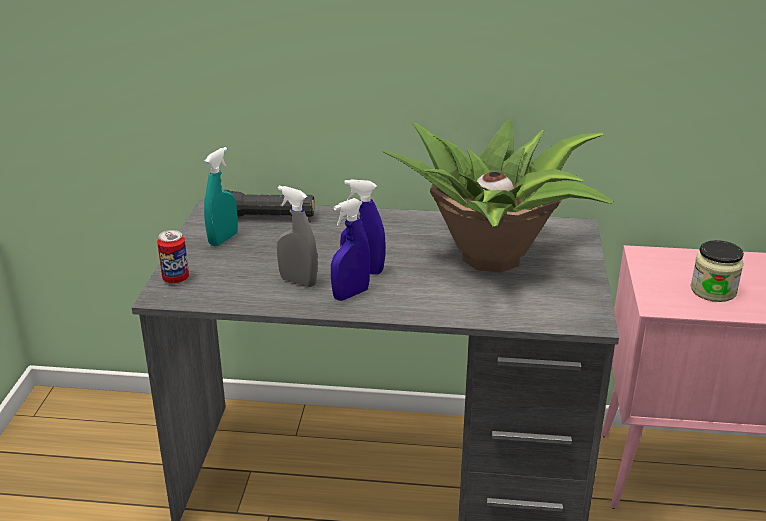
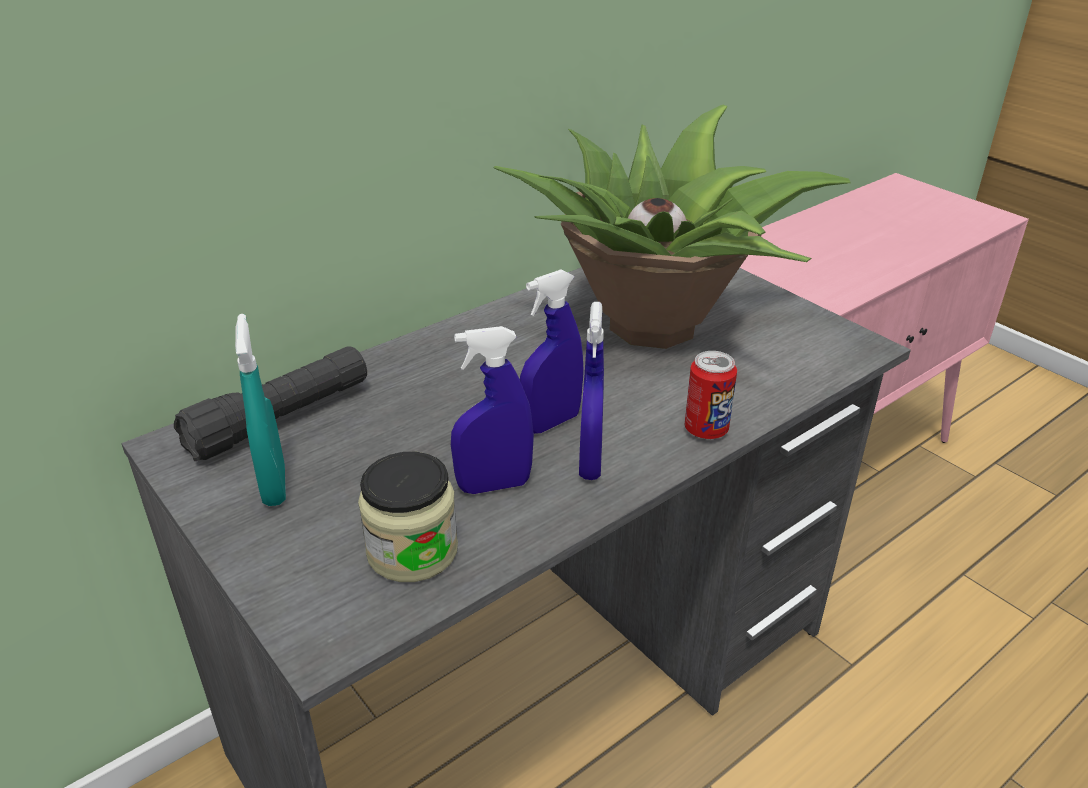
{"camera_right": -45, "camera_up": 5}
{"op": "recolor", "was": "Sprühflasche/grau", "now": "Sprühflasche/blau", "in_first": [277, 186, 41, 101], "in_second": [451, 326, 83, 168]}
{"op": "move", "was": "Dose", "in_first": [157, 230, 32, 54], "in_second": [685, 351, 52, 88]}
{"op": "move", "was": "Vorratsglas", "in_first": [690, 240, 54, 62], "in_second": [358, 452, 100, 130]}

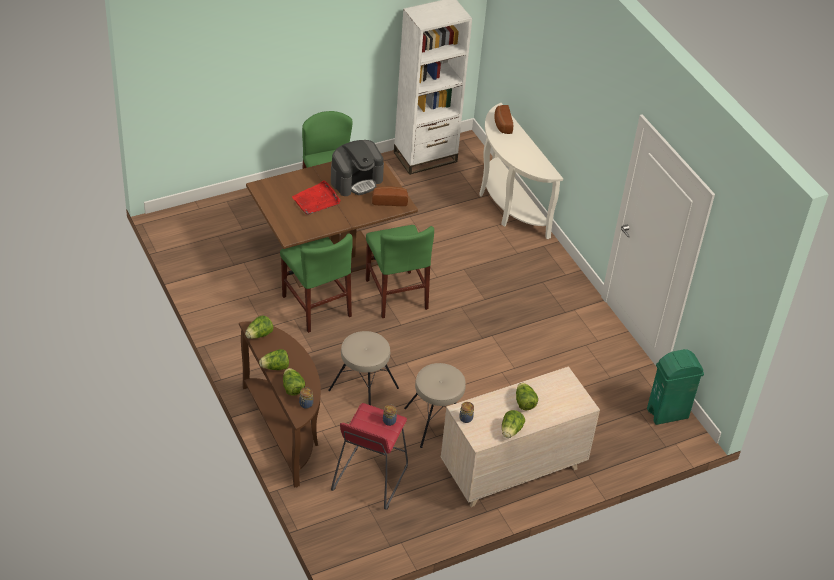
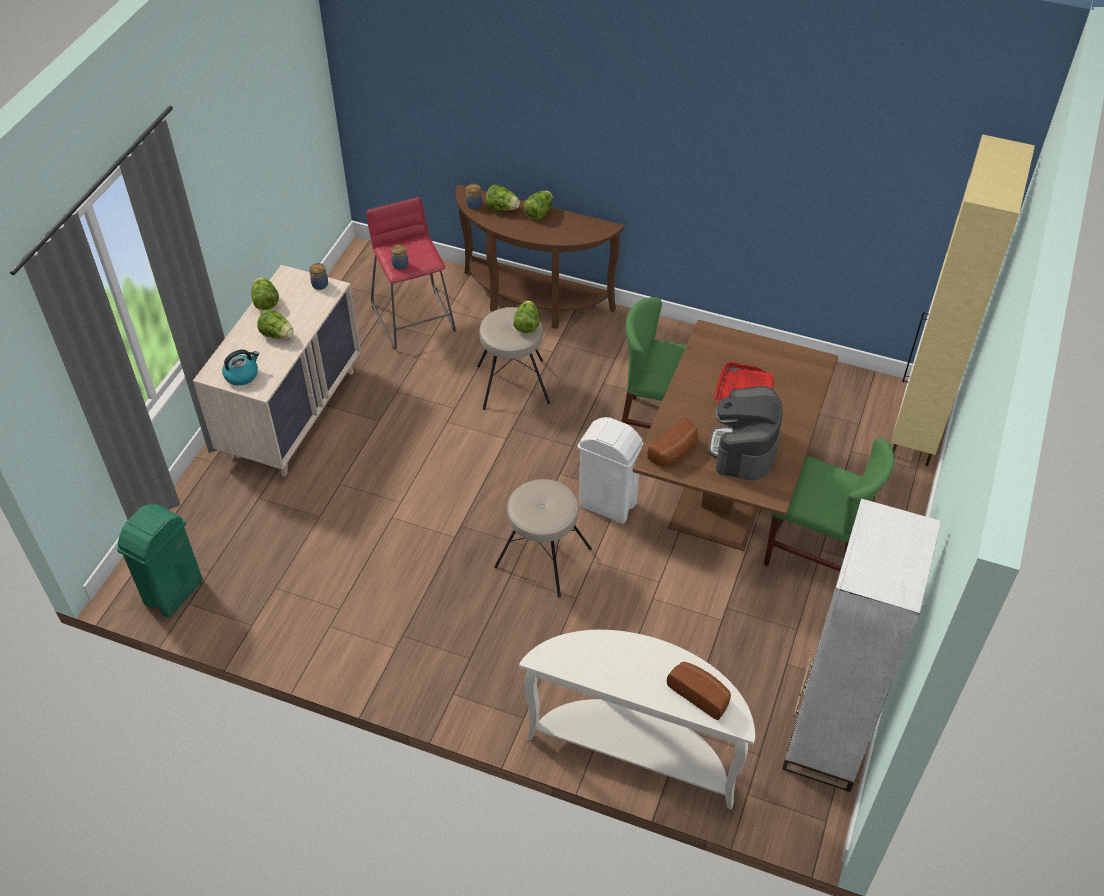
{"camera_right": 140, "camera_up": 5}
{"op": "replace", "was": "Stuhl/grün", "now": "Mülleimer/weiß", "in_first": [366, 225, 68, 93], "in_second": [577, 417, 66, 107]}
{"op": "move", "was": "Salatkopf", "in_first": [245, 315, 28, 24], "in_second": [513, 301, 27, 32]}
{"op": "move", "was": "Hocker/beige", "in_first": [404, 363, 62, 85], "in_second": [494, 479, 98, 118]}
{"op": "insert", "now": "Schrank/beige", "in_second": [891, 134, 144, 332]}
{"op": "insert", "now": "Wasserkessel", "in_second": [222, 349, 37, 37]}

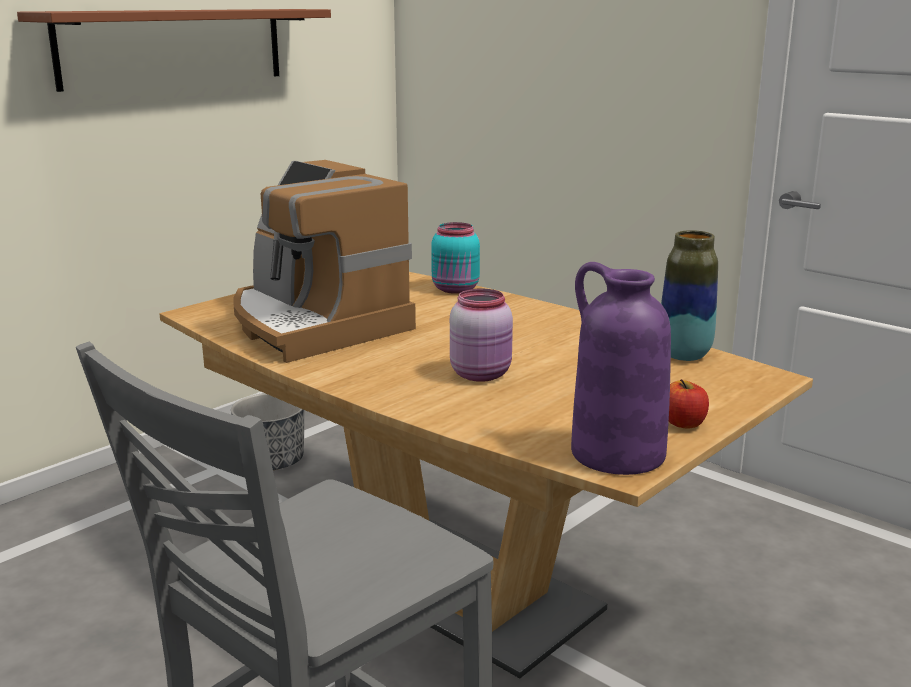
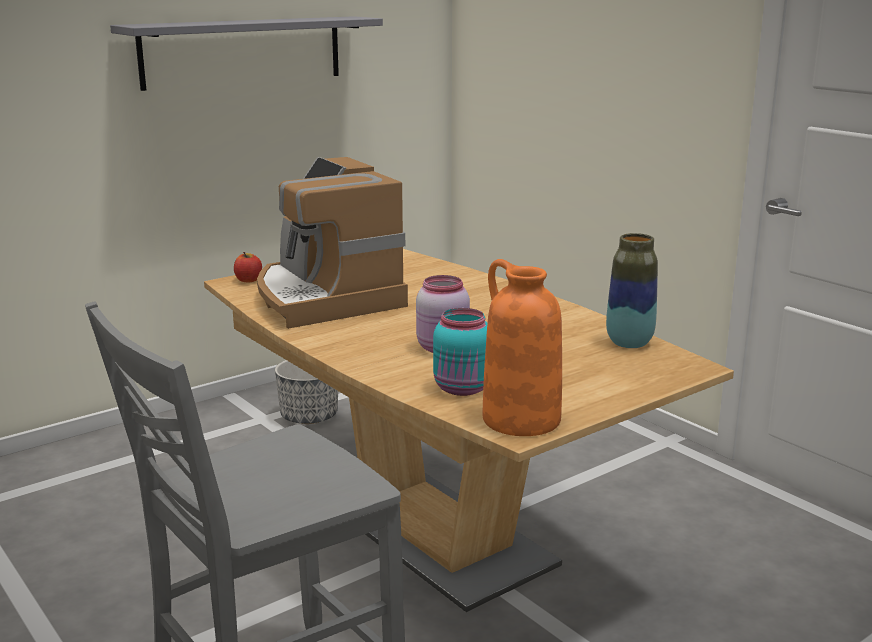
{"camera_right": 10, "camera_up": 0}
{"op": "recolor", "was": "Wandregal/braun", "now": "Wandregal/grau", "in_first": [17, 9, 314, 83], "in_second": [110, 16, 273, 75]}
{"op": "move", "was": "Vorratsglas/türkis", "in_first": [431, 222, 49, 72], "in_second": [433, 308, 54, 88]}
{"op": "recolor", "was": "Vase/lila", "now": "Vase/orange", "in_first": [571, 262, 100, 213], "in_second": [482, 259, 80, 177]}
{"op": "move", "was": "Apfel", "in_first": [669, 379, 40, 49], "in_second": [234, 252, 28, 30]}

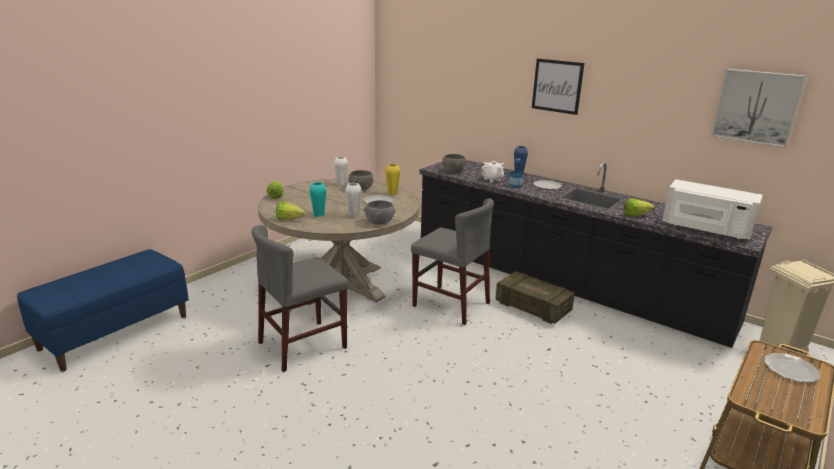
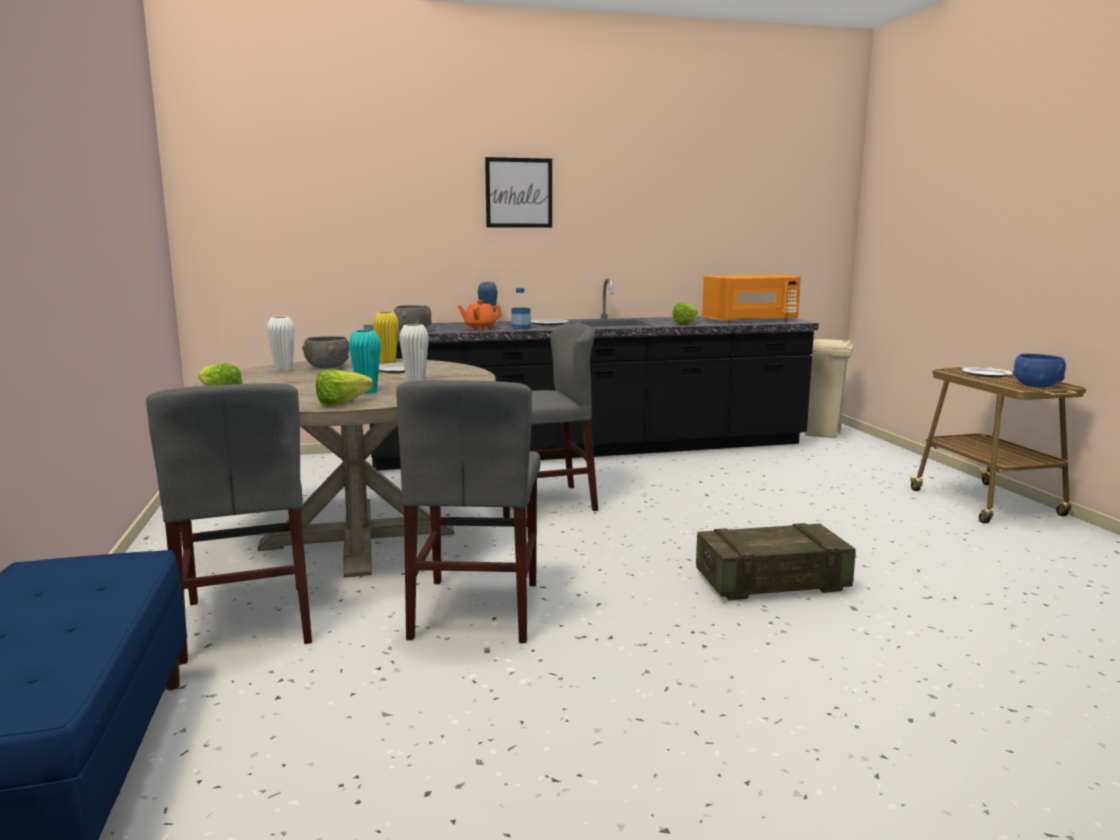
{"camera_right": -50, "camera_up": -10}
{"op": "delete", "was": "Bild", "in_first": [711, 69, 95, 79]}
{"op": "recolor", "was": "Teekanne/weiß", "now": "Teekanne/orange", "in_first": [482, 161, 23, 21], "in_second": [458, 300, 44, 30]}
{"op": "recolor", "was": "Mikrowelle/weiß", "now": "Mikrowelle/orange", "in_first": [662, 179, 101, 61], "in_second": [702, 275, 99, 48]}
{"op": "delete", "was": "Schüssel/grau", "in_first": [364, 200, 31, 24]}
{"op": "move", "was": "Kiste", "in_first": [496, 271, 79, 53], "in_second": [696, 523, 160, 77]}
{"op": "insert", "now": "Schüssel/blau", "in_second": [1013, 354, 53, 33]}
{"op": "insert", "now": "Stuhl/grau", "in_second": [146, 383, 166, 282]}

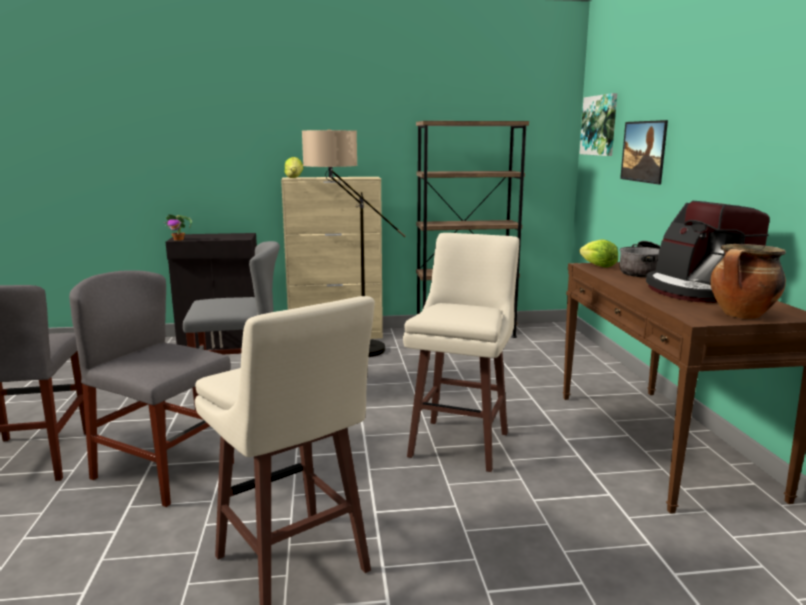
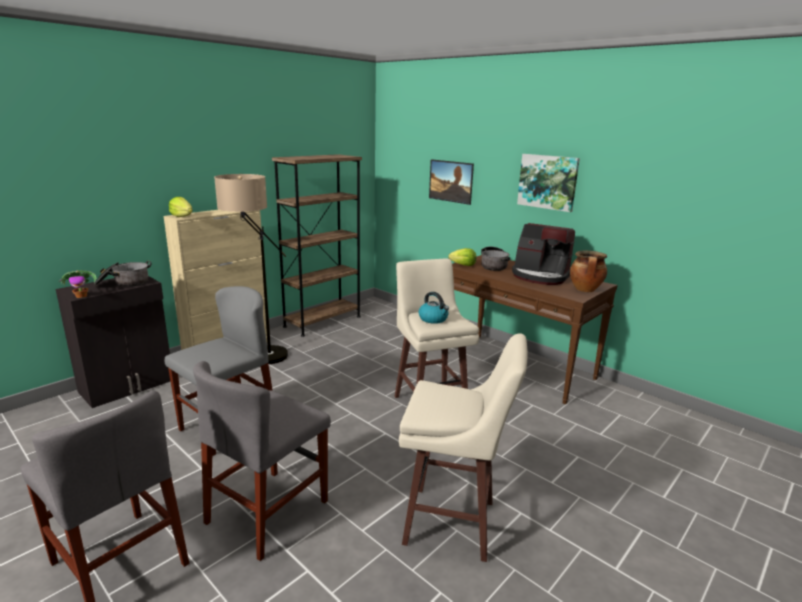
{"camera_right": -40, "camera_up": 5}
{"op": "move", "was": "Bild", "in_first": [580, 93, 37, 63], "in_second": [517, 154, 63, 58]}
{"op": "rotate", "was": "Stuhl/grau", "in_first": [69, 270, 165, 237], "in_second": [193, 361, 138, 200], "clockwise": -45}
{"op": "insert", "now": "Kochtopf", "in_second": [94, 261, 58, 26]}
{"op": "insert", "now": "Wasserkessel", "in_second": [419, 292, 30, 32]}

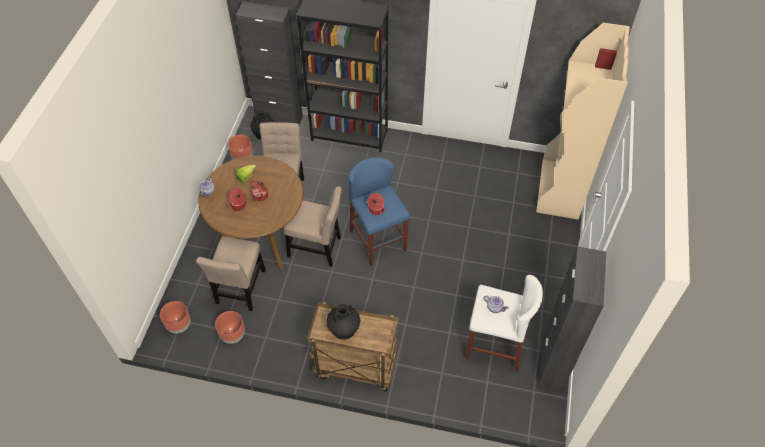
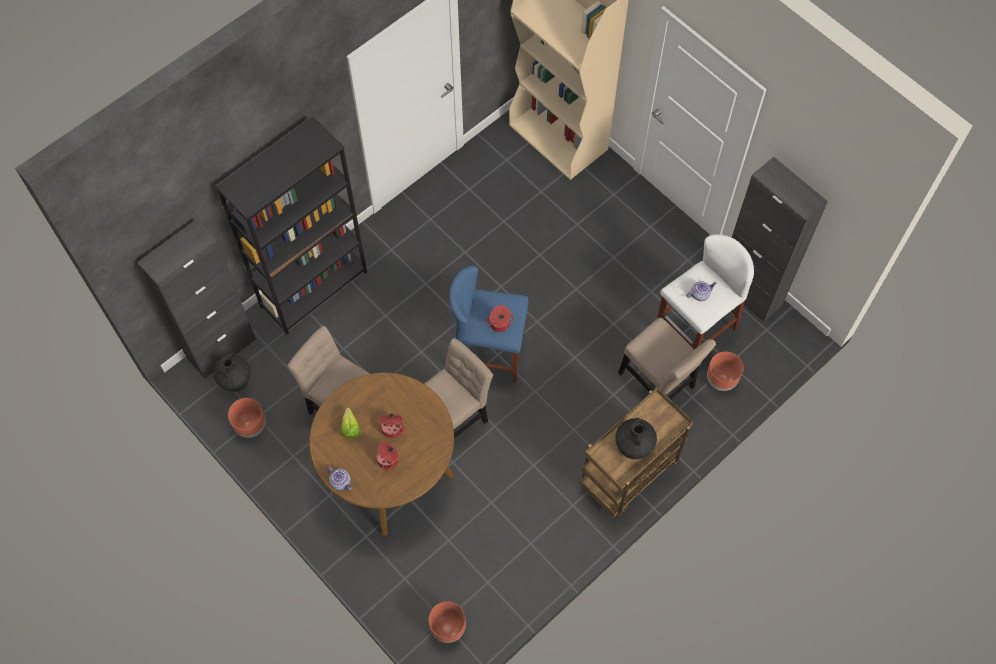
{"camera_right": -55, "camera_up": 10}
{"op": "move", "was": "Stuhl/beige", "in_first": [196, 236, 70, 75], "in_second": [618, 318, 98, 81]}
{"op": "move", "was": "Pflanzkübel/braun", "in_first": [215, 311, 30, 33], "in_second": [707, 352, 37, 39]}

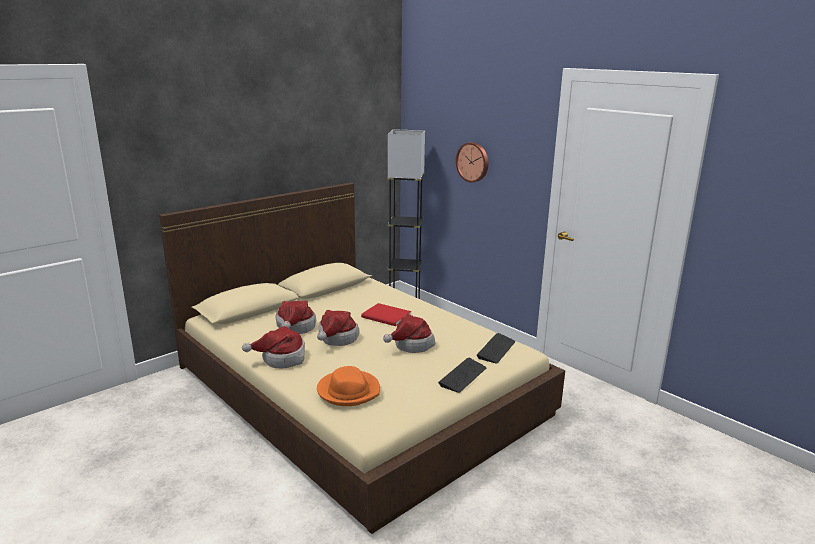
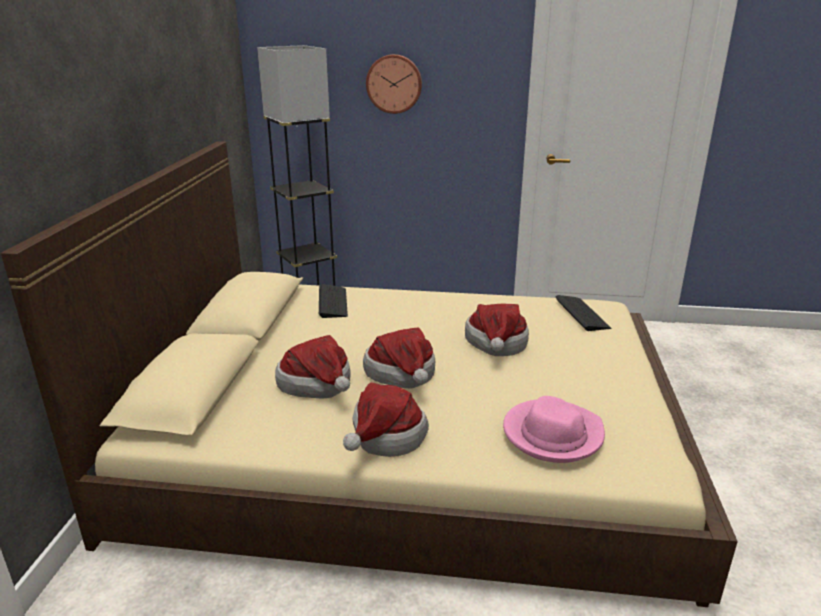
{"camera_right": -40, "camera_up": 5}
{"op": "delete", "was": "Buch/rot", "in_first": [361, 303, 50, 23]}
{"op": "move", "was": "Tastatur", "in_first": [438, 358, 48, 35], "in_second": [319, 284, 29, 34]}
{"op": "recolor", "was": "Hut/orange", "now": "Hut/rosa", "in_first": [317, 366, 63, 40], "in_second": [503, 396, 102, 67]}

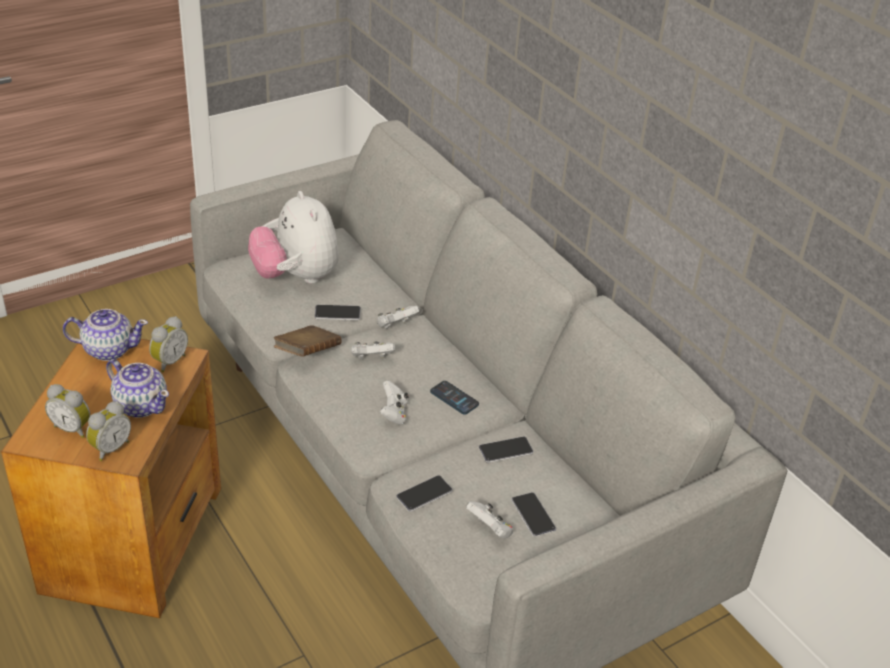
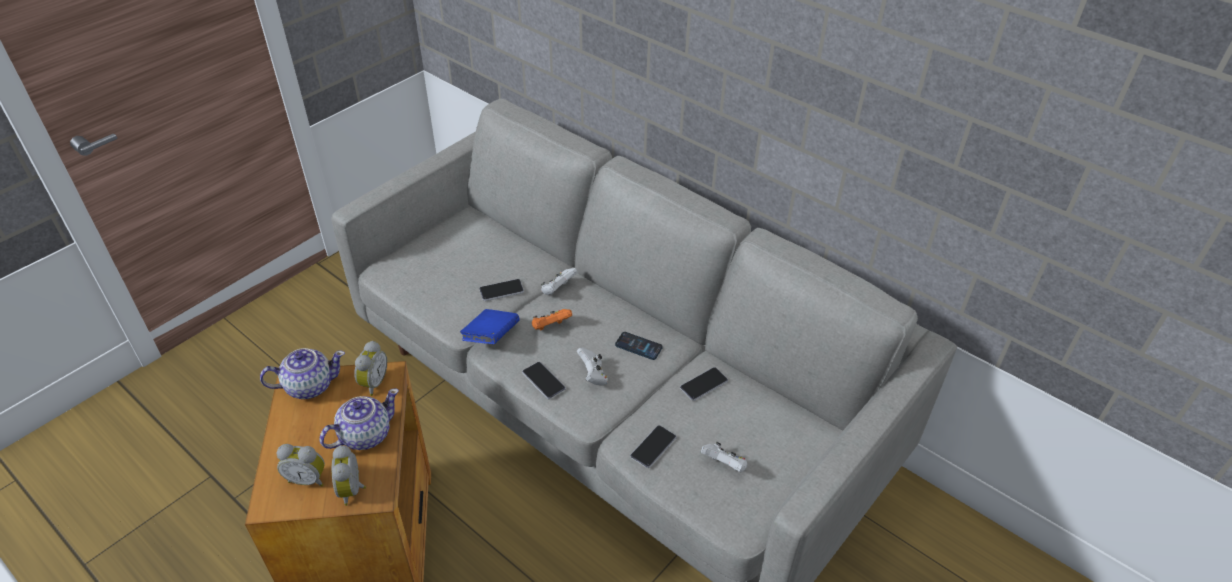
{"camera_right": -15, "camera_up": 5}
{"op": "delete", "was": "Plüschtier", "in_first": [248, 191, 91, 93]}
{"op": "recolor", "was": "Buch/braun", "now": "Buch/blau", "in_first": [274, 325, 68, 32], "in_second": [460, 309, 60, 35]}
{"op": "recolor", "was": "Gamepad/weiß", "now": "Gamepad/orange", "in_first": [351, 342, 44, 17], "in_second": [532, 309, 40, 21]}
{"op": "rotate", "was": "Teekanne", "in_first": [106, 359, 63, 59], "in_second": [319, 388, 80, 62], "clockwise": -60}
{"op": "rotate", "was": "Wecker", "in_first": [86, 401, 45, 60], "in_second": [332, 445, 34, 61], "clockwise": 150}
{"op": "move", "was": "Handy", "in_first": [511, 492, 45, 45], "in_second": [522, 362, 44, 37]}

